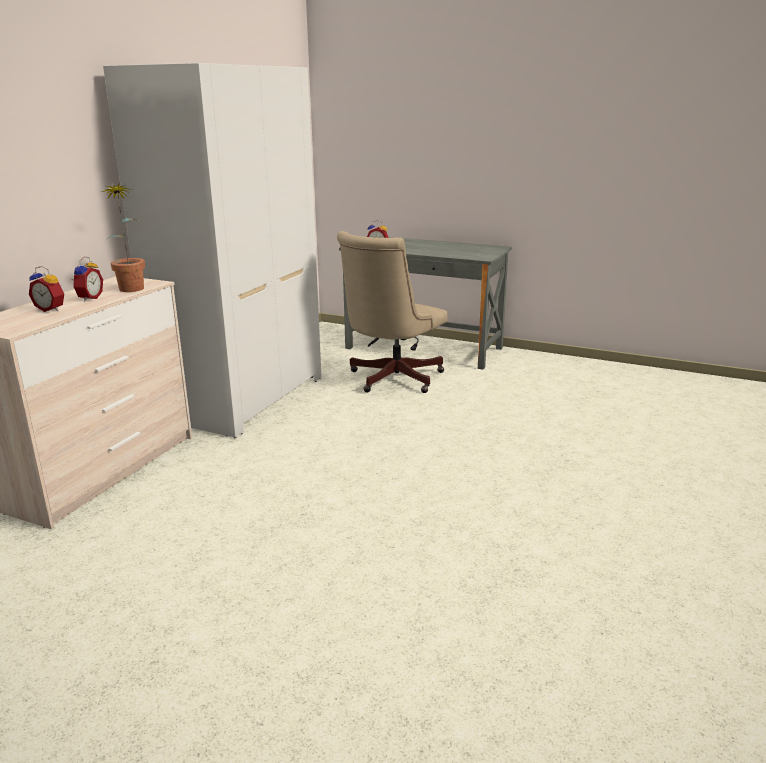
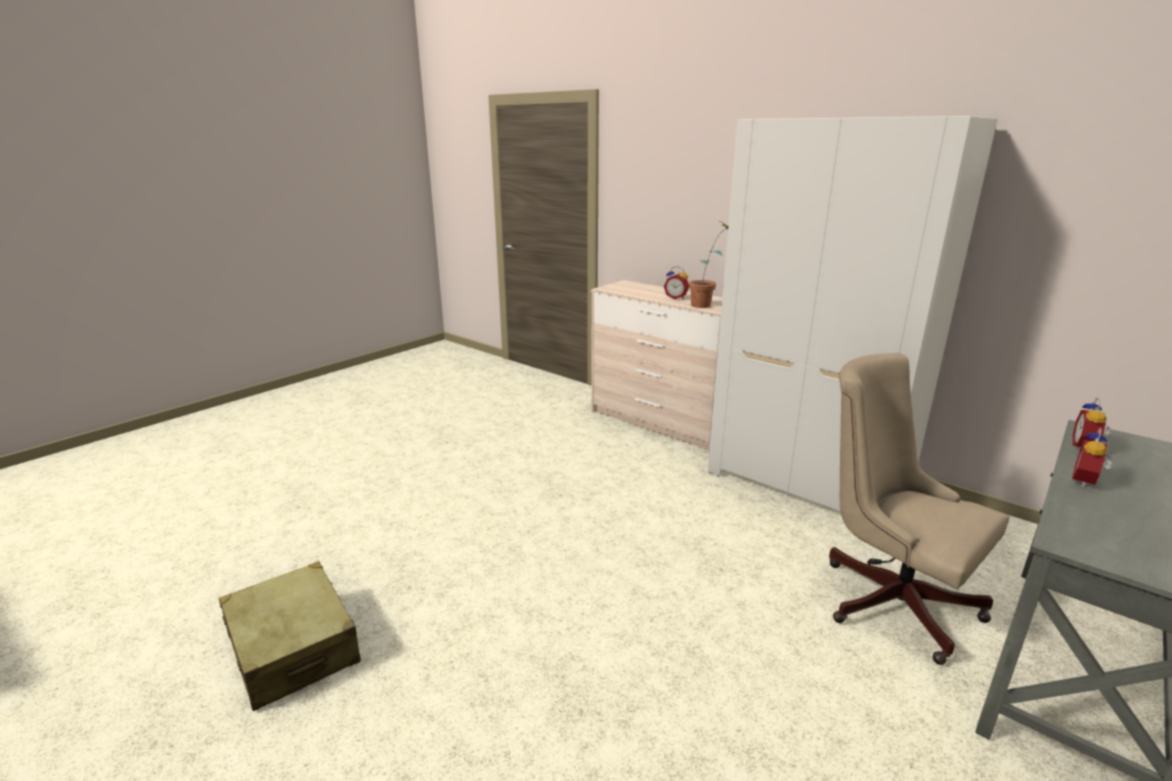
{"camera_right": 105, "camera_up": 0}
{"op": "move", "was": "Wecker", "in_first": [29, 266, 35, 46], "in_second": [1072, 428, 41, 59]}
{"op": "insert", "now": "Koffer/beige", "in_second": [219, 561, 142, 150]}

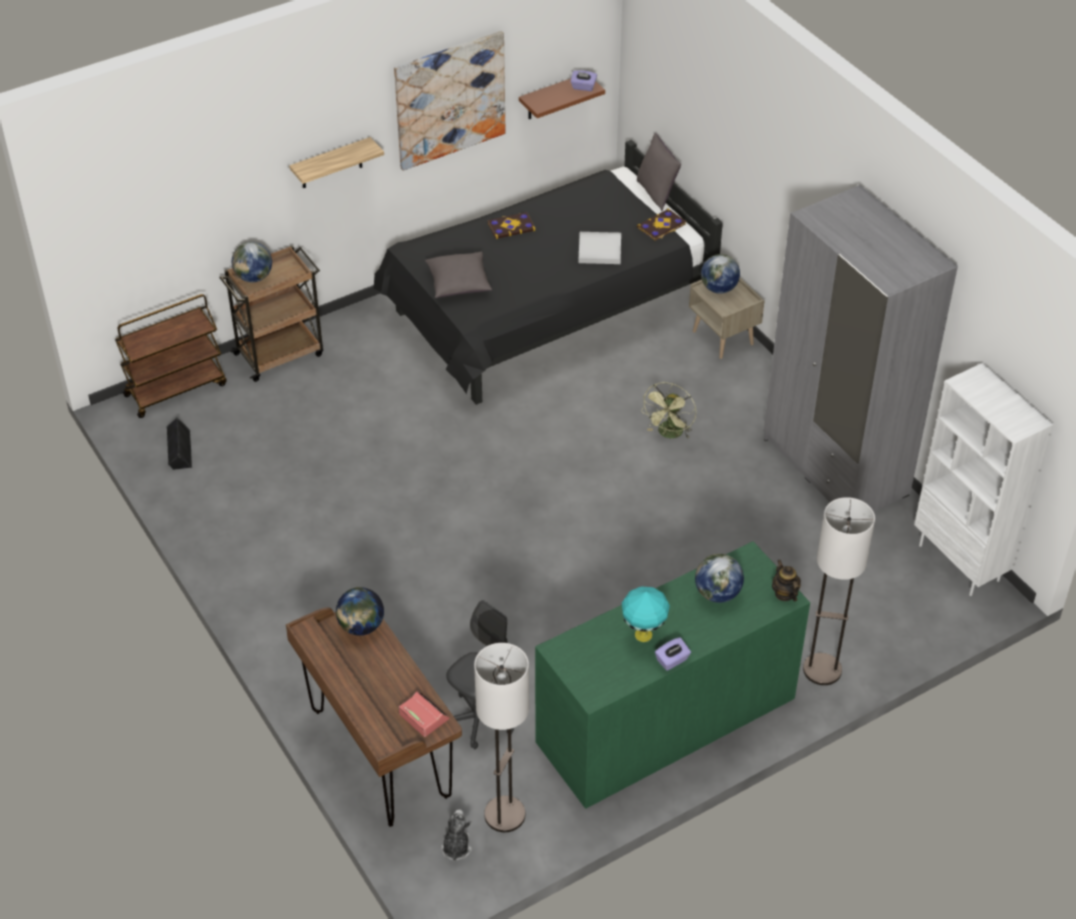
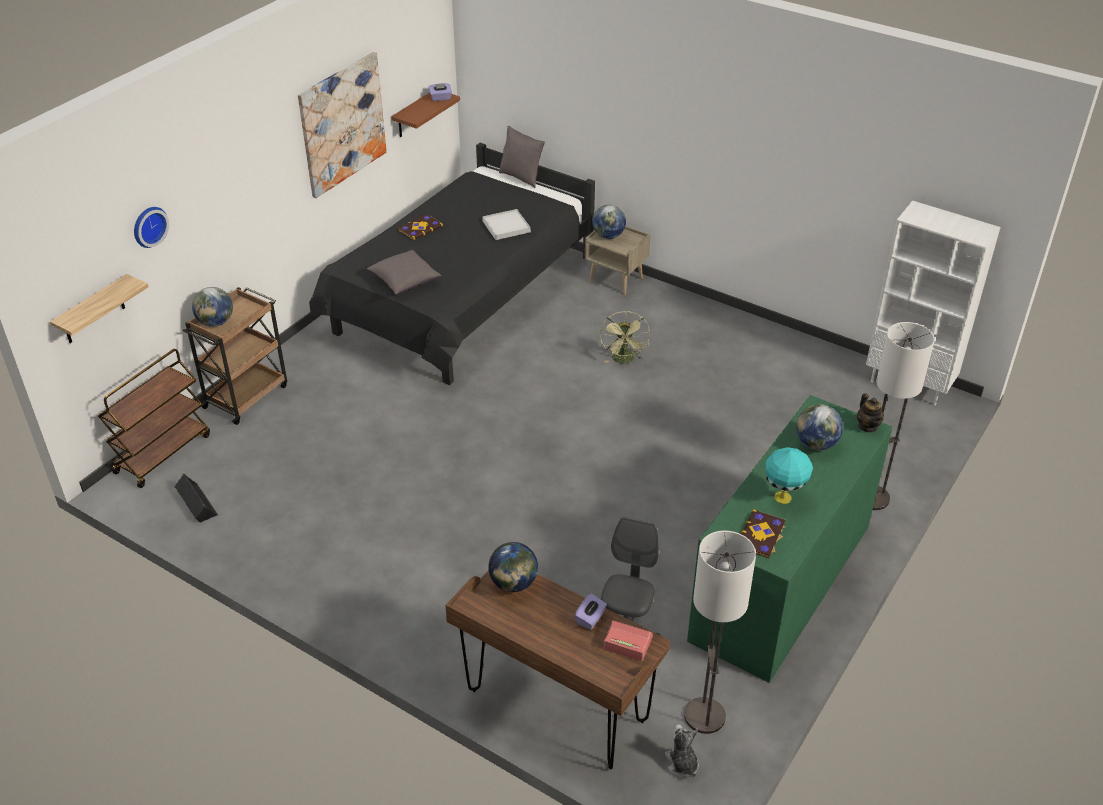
{"camera_right": -25, "camera_up": -5}
{"op": "move", "was": "Wandregal", "in_first": [289, 137, 95, 51], "in_second": [50, 274, 98, 69]}
{"op": "delete", "was": "Kleiderschrank/grau", "in_first": [764, 184, 194, 327]}
{"op": "move", "was": "Buch", "in_first": [637, 209, 49, 32], "in_second": [741, 510, 45, 48]}
{"op": "rotate", "was": "Teekanne", "in_first": [772, 560, 29, 41], "in_second": [857, 393, 27, 40], "clockwise": -150}
{"op": "move", "was": "Taschentuchbox/lila", "in_first": [655, 637, 36, 34], "in_second": [574, 594, 33, 36]}
{"op": "insert", "now": "Wanduhr", "in_second": [134, 207, 35, 41]}

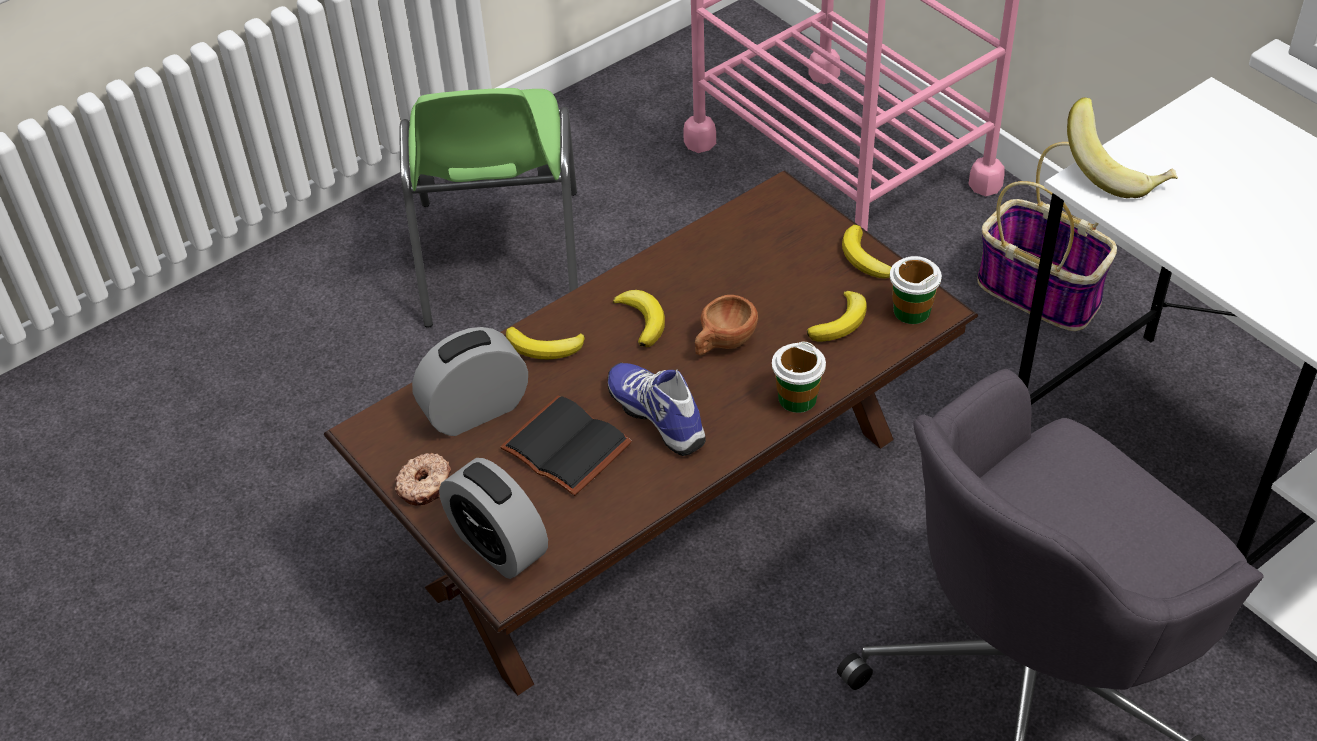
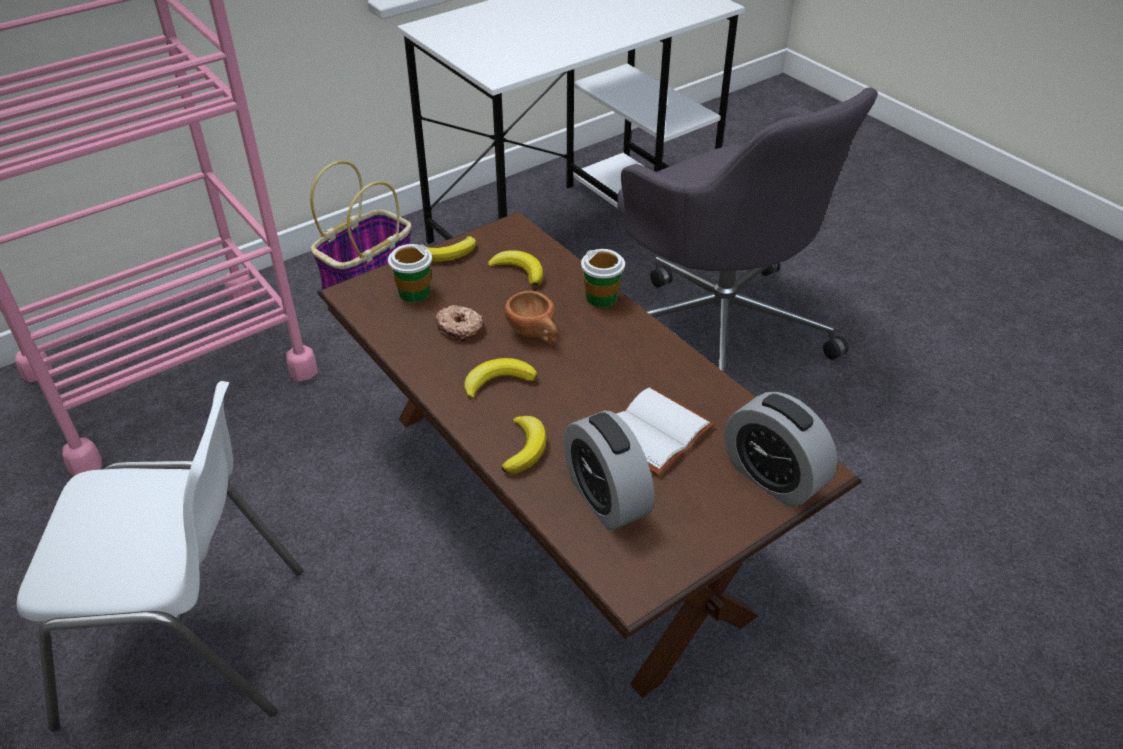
{"camera_right": -90, "camera_up": -5}
{"op": "recolor", "was": "Stuhl/grün", "now": "Stuhl/weiß", "in_first": [399, 88, 179, 240], "in_second": [17, 381, 286, 350]}
{"op": "delete", "was": "Banane", "in_first": [1067, 97, 111, 101]}
{"op": "move", "was": "Tasse", "in_first": [890, 256, 52, 68], "in_second": [388, 244, 44, 58]}
{"op": "delete", "was": "Schuh", "in_first": [608, 363, 98, 93]}
{"op": "recolor", "was": "Buch/schwarz", "now": "Buch/weiß", "in_first": [500, 396, 132, 100], "in_second": [617, 387, 98, 89]}
{"op": "move", "was": "Donut", "in_first": [395, 453, 56, 52], "in_second": [436, 305, 48, 36]}
{"op": "rotate", "was": "Wecker", "in_first": [439, 458, 109, 121], "in_second": [725, 392, 113, 115], "clockwise": 90}

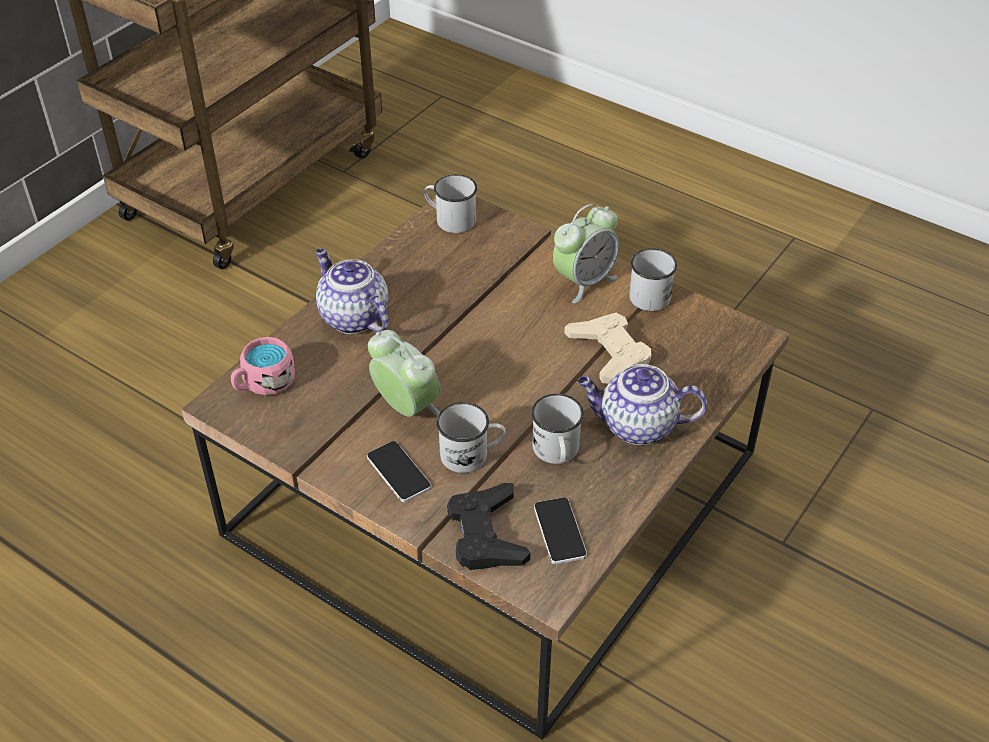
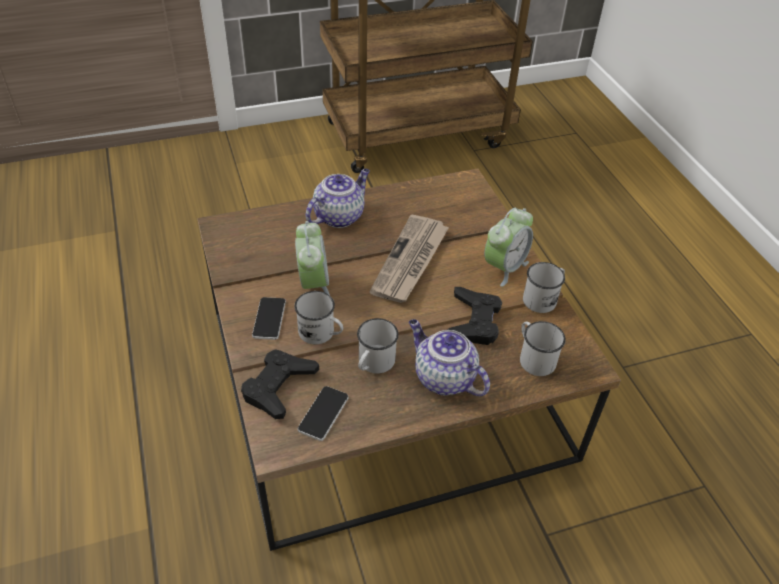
{"camera_right": 35, "camera_up": 0}
{"op": "move", "was": "Henkelbecher/weiß", "in_first": [424, 174, 53, 59], "in_second": [520, 321, 46, 55]}
{"op": "rotate", "was": "Wecker", "in_first": [553, 204, 66, 100], "in_second": [484, 208, 49, 79], "clockwise": -45}
{"op": "rotate", "was": "Teekanne", "in_first": [315, 248, 74, 86], "in_second": [305, 169, 65, 59], "clockwise": 45}
{"op": "recolor", "was": "Gamepad/beige", "now": "Gamepad/schwarz", "in_first": [564, 313, 87, 70], "in_second": [448, 287, 54, 58]}
{"op": "delete", "was": "Henkelbecher/rosa", "in_first": [231, 337, 64, 58]}
{"op": "insert", "now": "Zeitung", "in_second": [370, 215, 79, 88]}

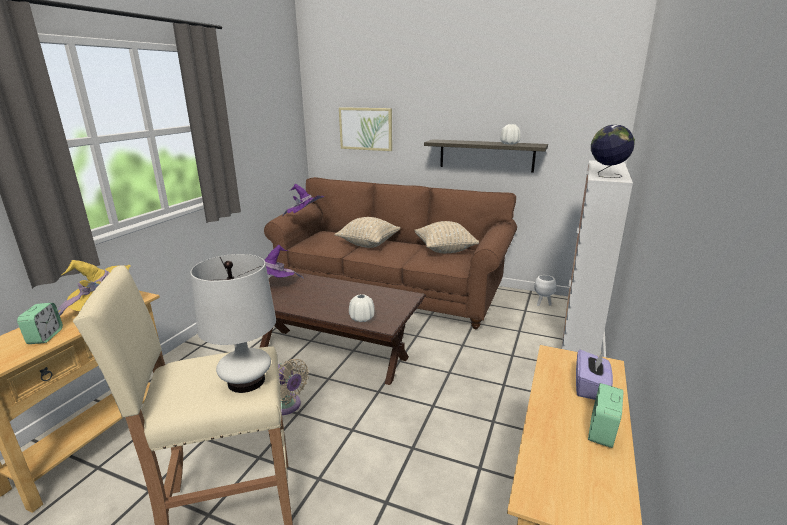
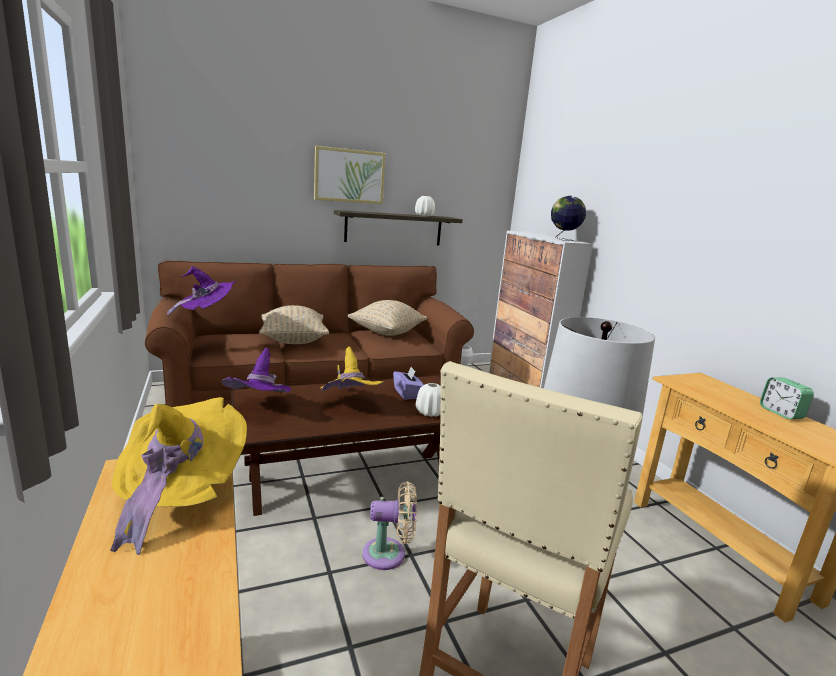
{"camera_right": -45, "camera_up": -5}
{"op": "move", "was": "Bild", "in_first": [339, 107, 53, 44], "in_second": [314, 146, 72, 58]}
{"op": "delete", "was": "Wecker", "in_first": [17, 303, 46, 41]}
{"op": "move", "was": "Taschentuchbox/lila", "in_first": [576, 350, 37, 50], "in_second": [393, 367, 31, 33]}
{"op": "insert", "now": "Hut/gelb", "in_second": [321, 347, 63, 44]}

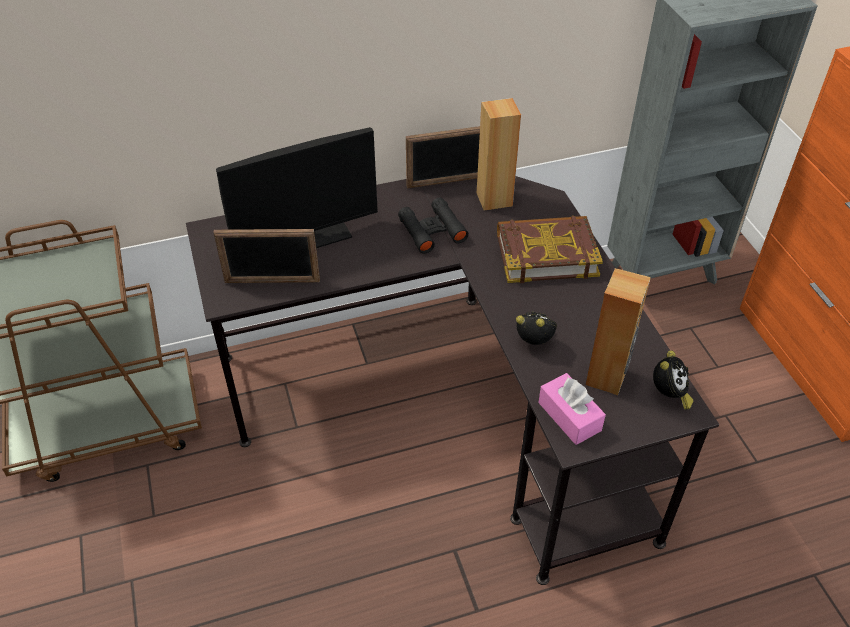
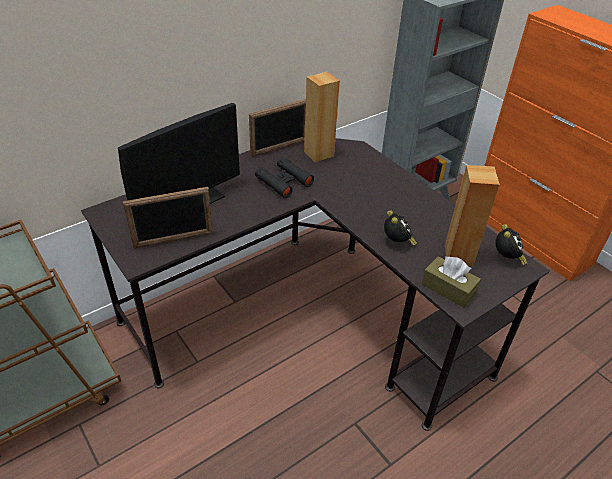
{"camera_right": -20, "camera_up": -5}
{"op": "delete", "was": "Buch", "in_first": [497, 216, 106, 67]}
{"op": "rotate", "was": "Wecker", "in_first": [516, 311, 41, 34], "in_second": [384, 210, 33, 36], "clockwise": 75}
{"op": "recolor", "was": "Taschentuchbox/rosa", "now": "Taschentuchbox/braun", "in_first": [538, 373, 68, 72], "in_second": [421, 256, 60, 52]}

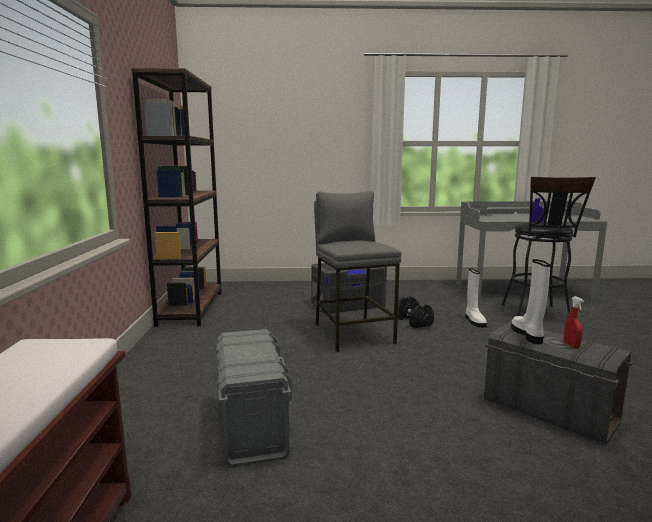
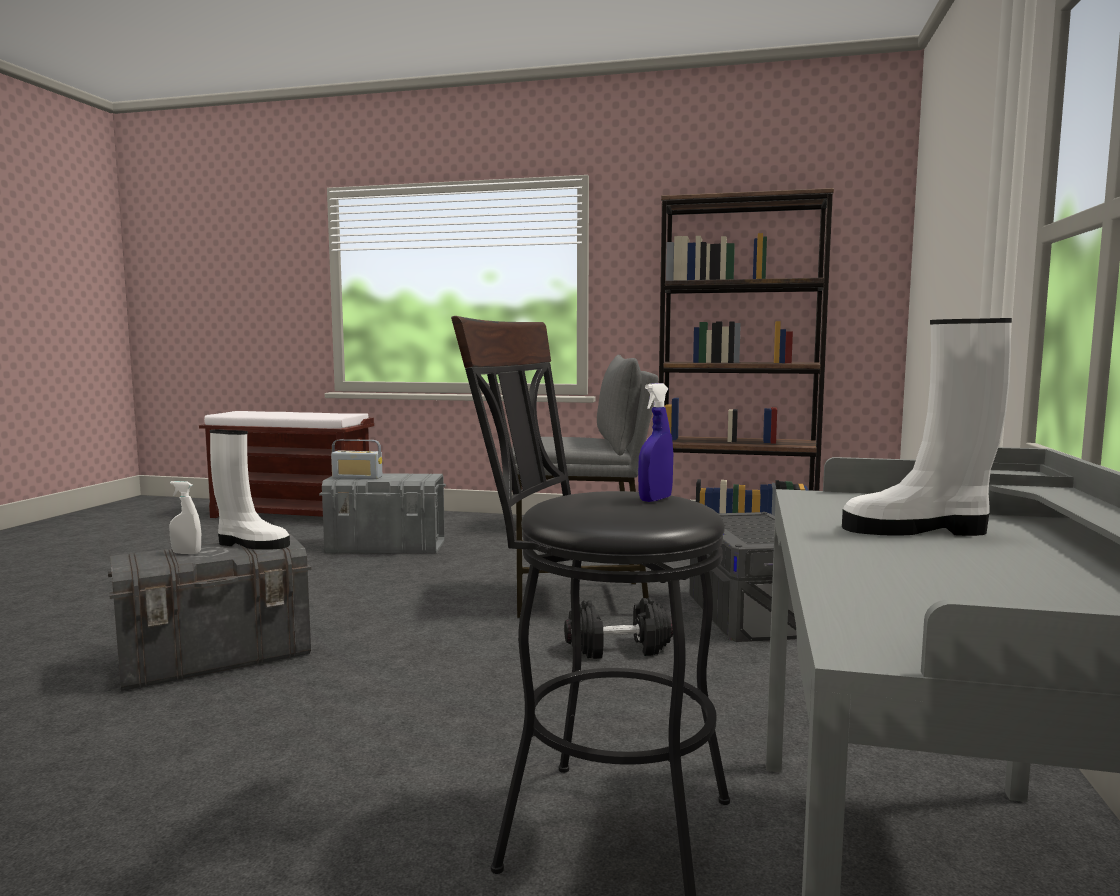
{"camera_right": 105, "camera_up": -5}
{"op": "move", "was": "Stiefel/weiß", "in_first": [465, 268, 22, 60], "in_second": [842, 318, 170, 218]}
{"op": "recolor", "was": "Sprühflasche/rot", "now": "Sprühflasche/weiß", "in_first": [564, 296, 20, 53], "in_second": [169, 481, 32, 73]}
{"op": "insert", "now": "Radio", "in_second": [331, 439, 51, 40]}

